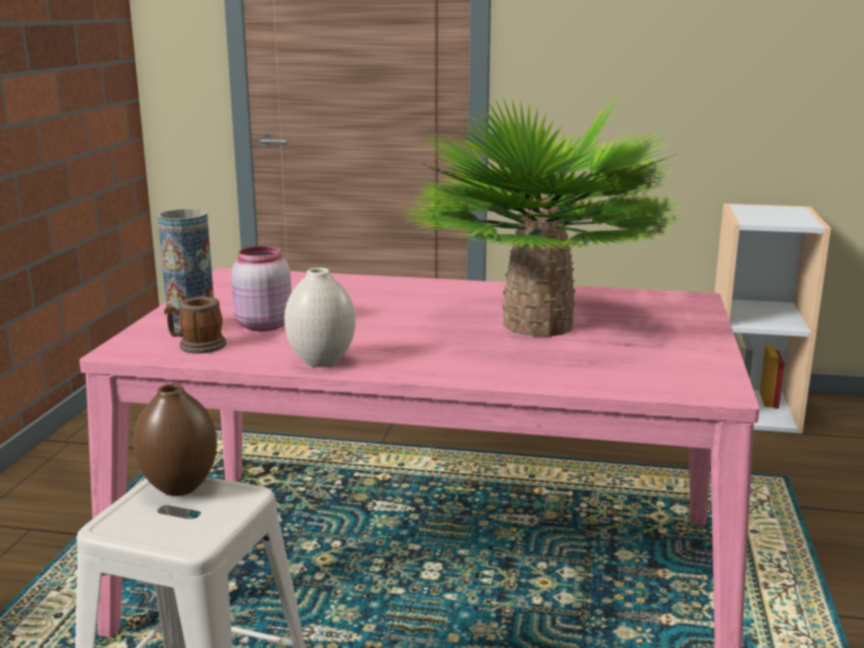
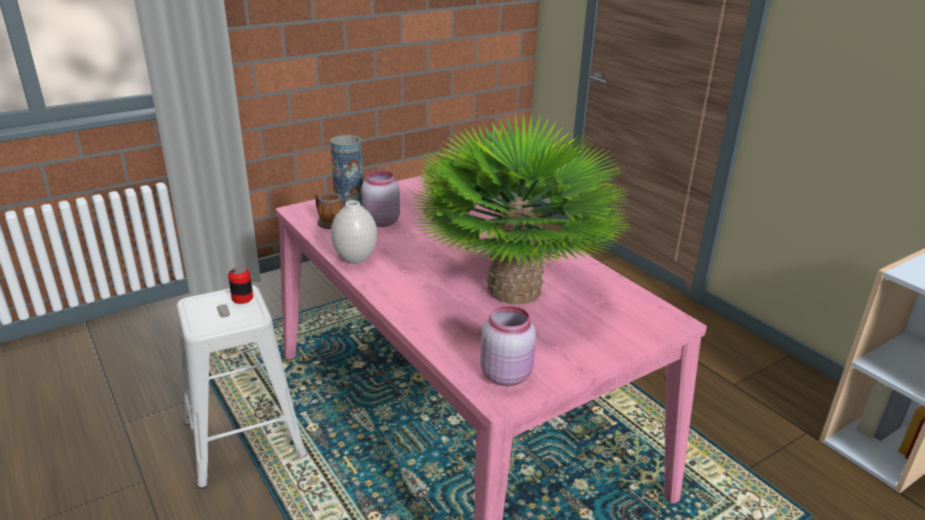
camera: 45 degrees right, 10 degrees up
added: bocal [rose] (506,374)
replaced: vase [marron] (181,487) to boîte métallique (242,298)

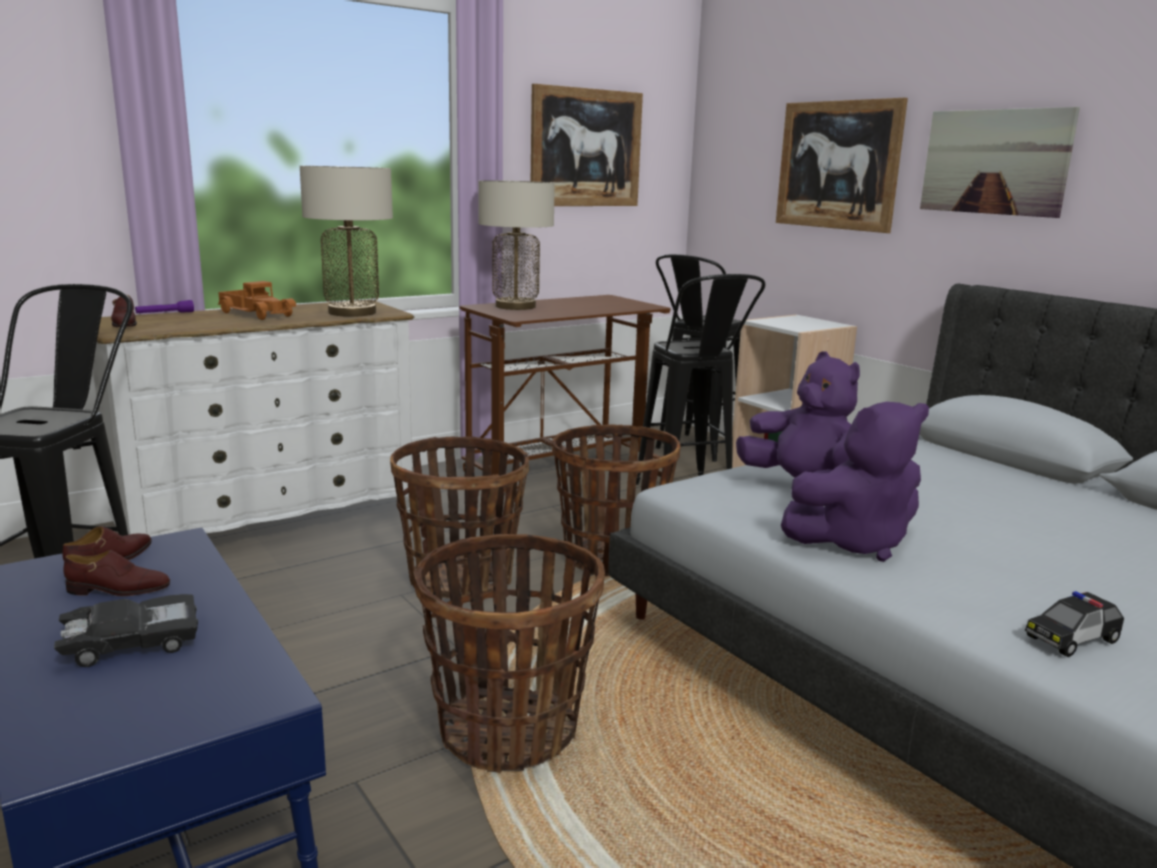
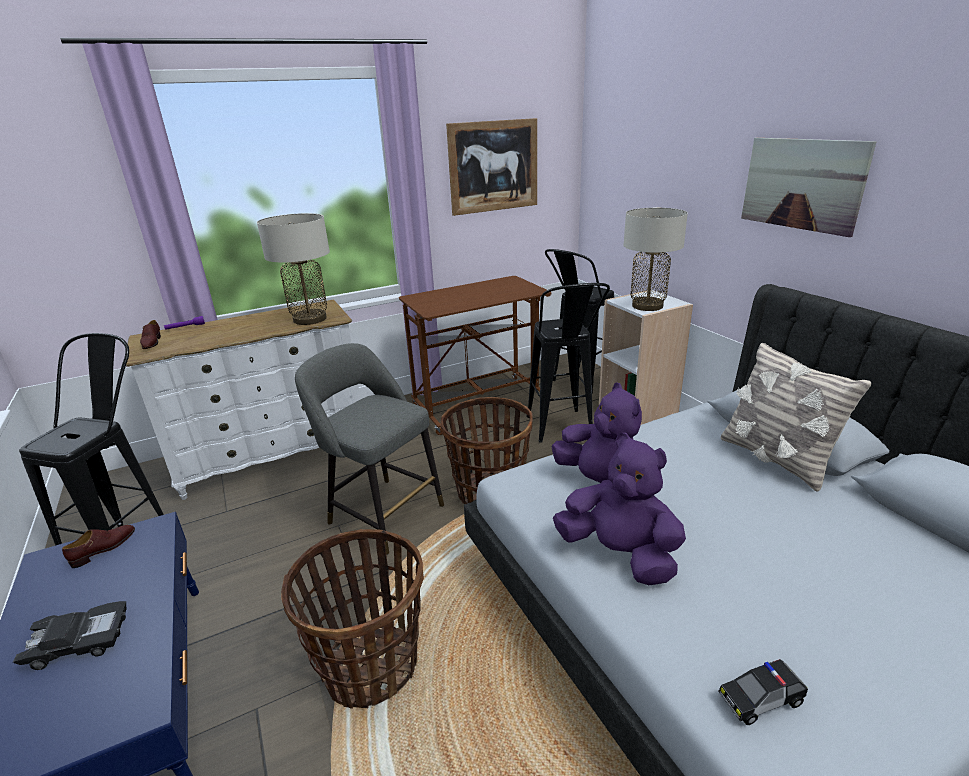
camera: 10 degrees right, 10 degrees up
removed: tableau (838,165); camion jouet (257,314); chaussure [marron] (118,590)
added: coussin [beige] (775,459)
moved: lampe de table (515,306) to (647,306)
replaced: panier (461,580) to tabouret [gris] (381,512)
turned: peluche [violet] (854,542) = (619,554) 135 degrees counterclockwise

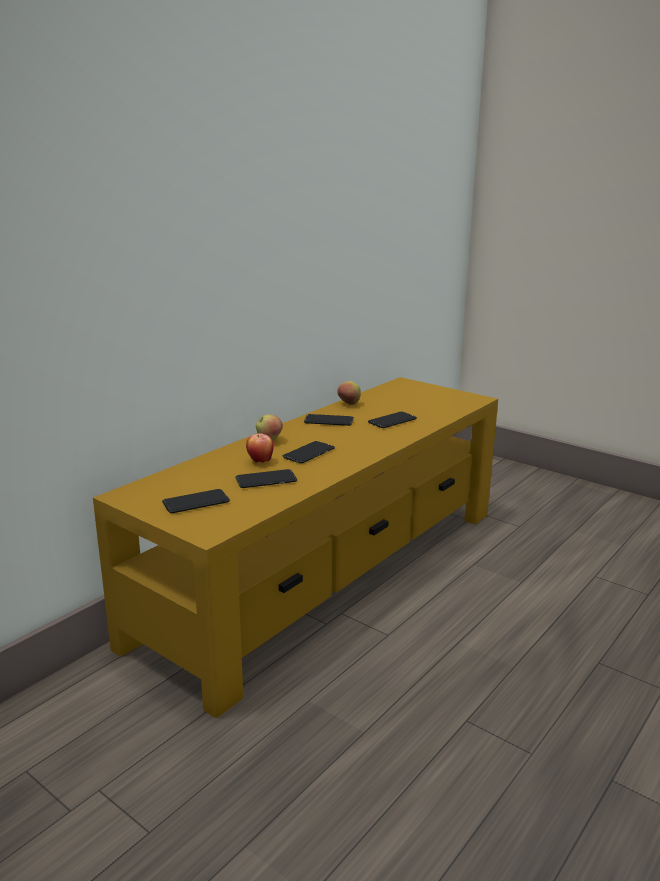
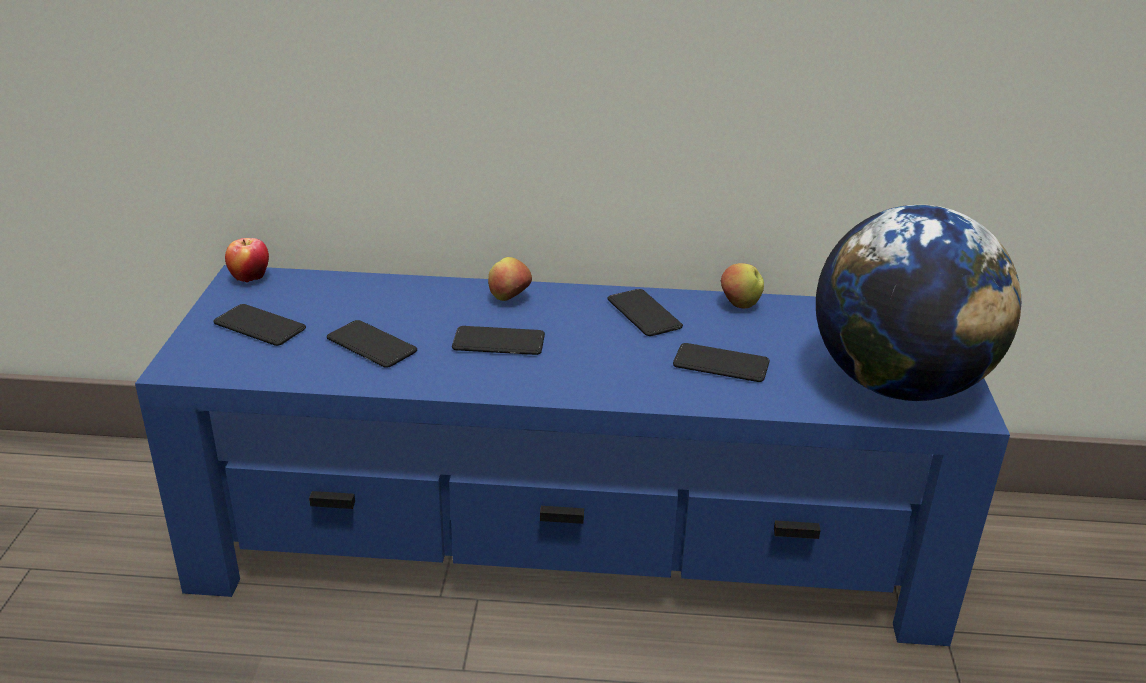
camera: 55 degrees right, 10 degrees up
added: globe (898,384)
moved: pomme (260,461) to (250,279)
recoloured: meuble télé [jaune] (327,571) to meuble télé [bleu] (571,539)

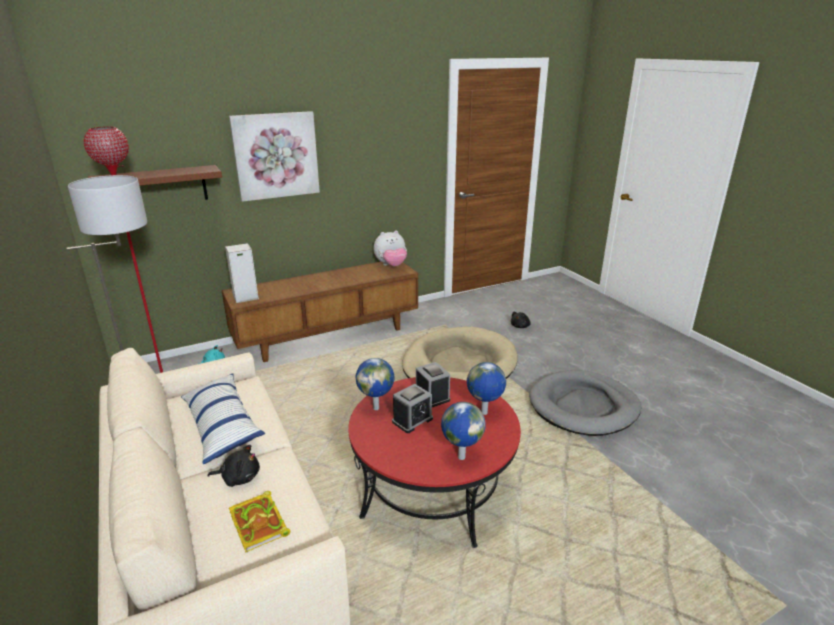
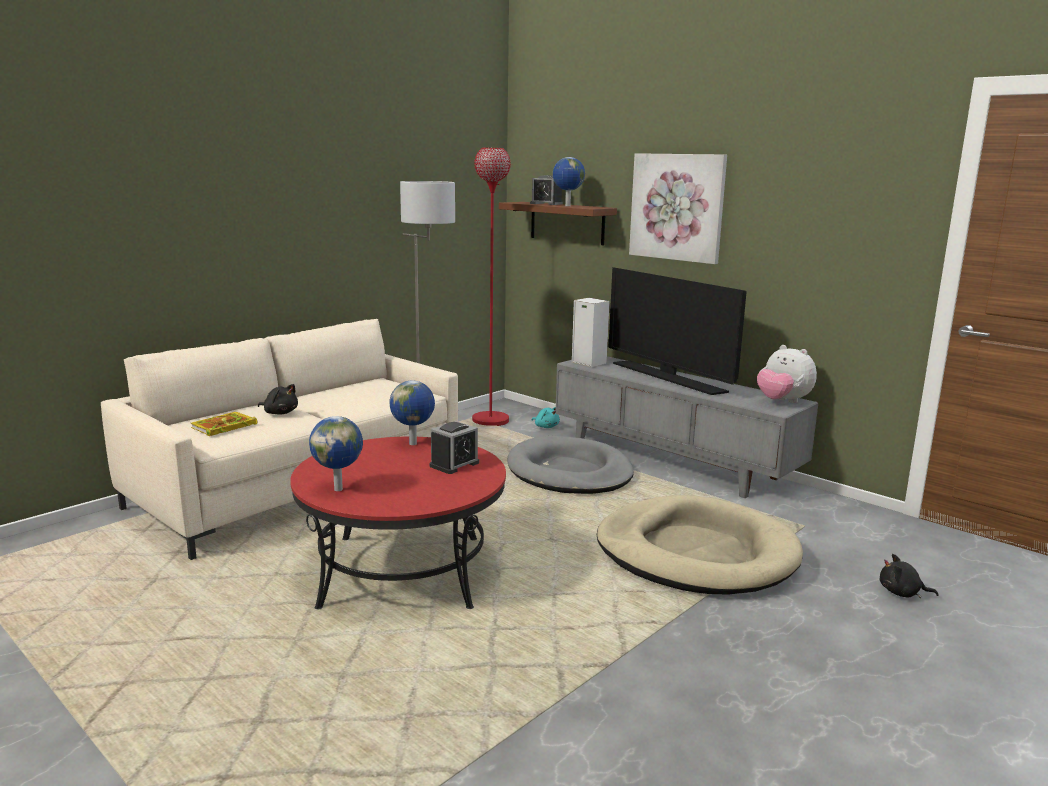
camera: 70 degrees right, 10 degrees down
removed: coussin (222,426)
added: téléviseur (669,378)
moved: globe (484,413) to (567,206); panier pour chien [gris] (583,406) to (569,472); réveil (412,420) to (546,204)
recoloured: meuble télé [marron] (328,334) to meuble télé [gris] (673,460)
turned: peluche [noir] (239,477) = (280,413) 45 degrees counterclockwise

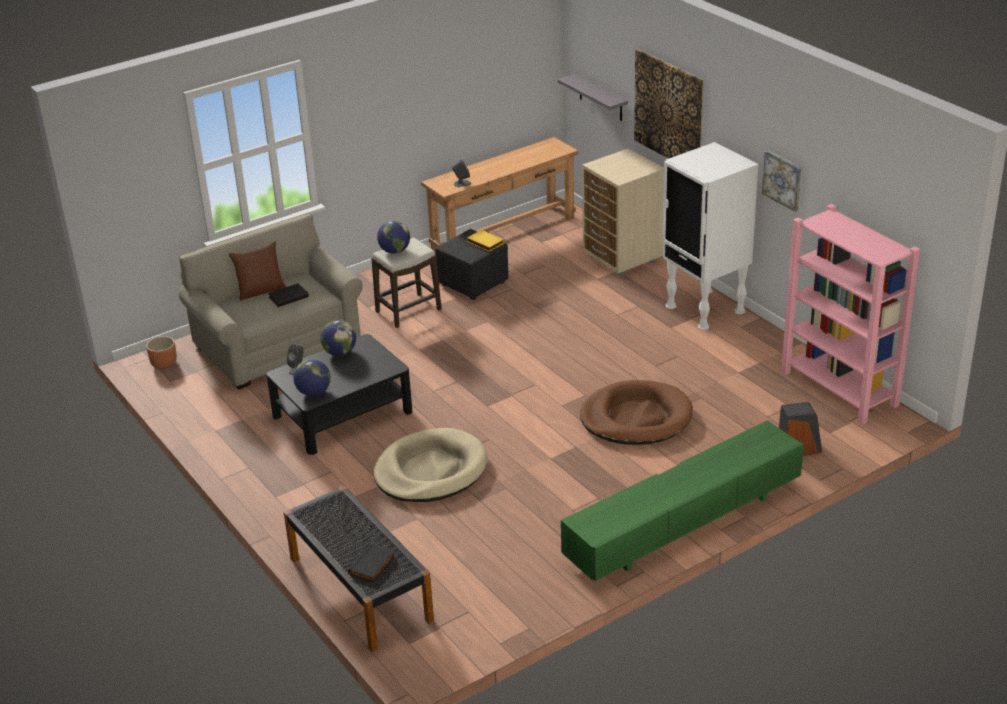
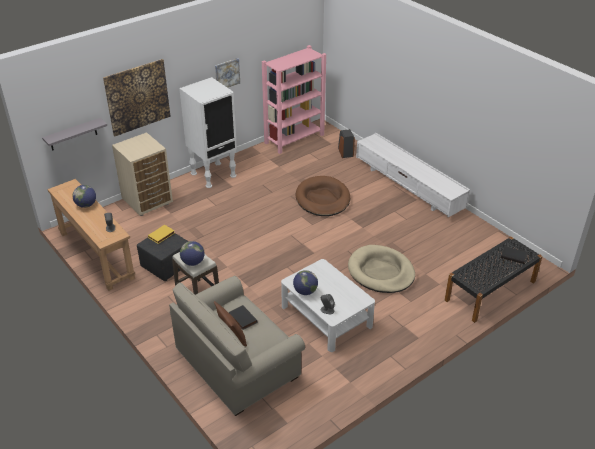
camera: 95 degrees left, 5 degrees up
removed: cache-pot [marron] (164,364)
moved: globe (313,392) to (86,205)
recoloured: table basse [noir] (342,414) to table basse [blanc] (326,316); meuble télé [vert] (684,523) to meuble télé [blanc] (408,185)

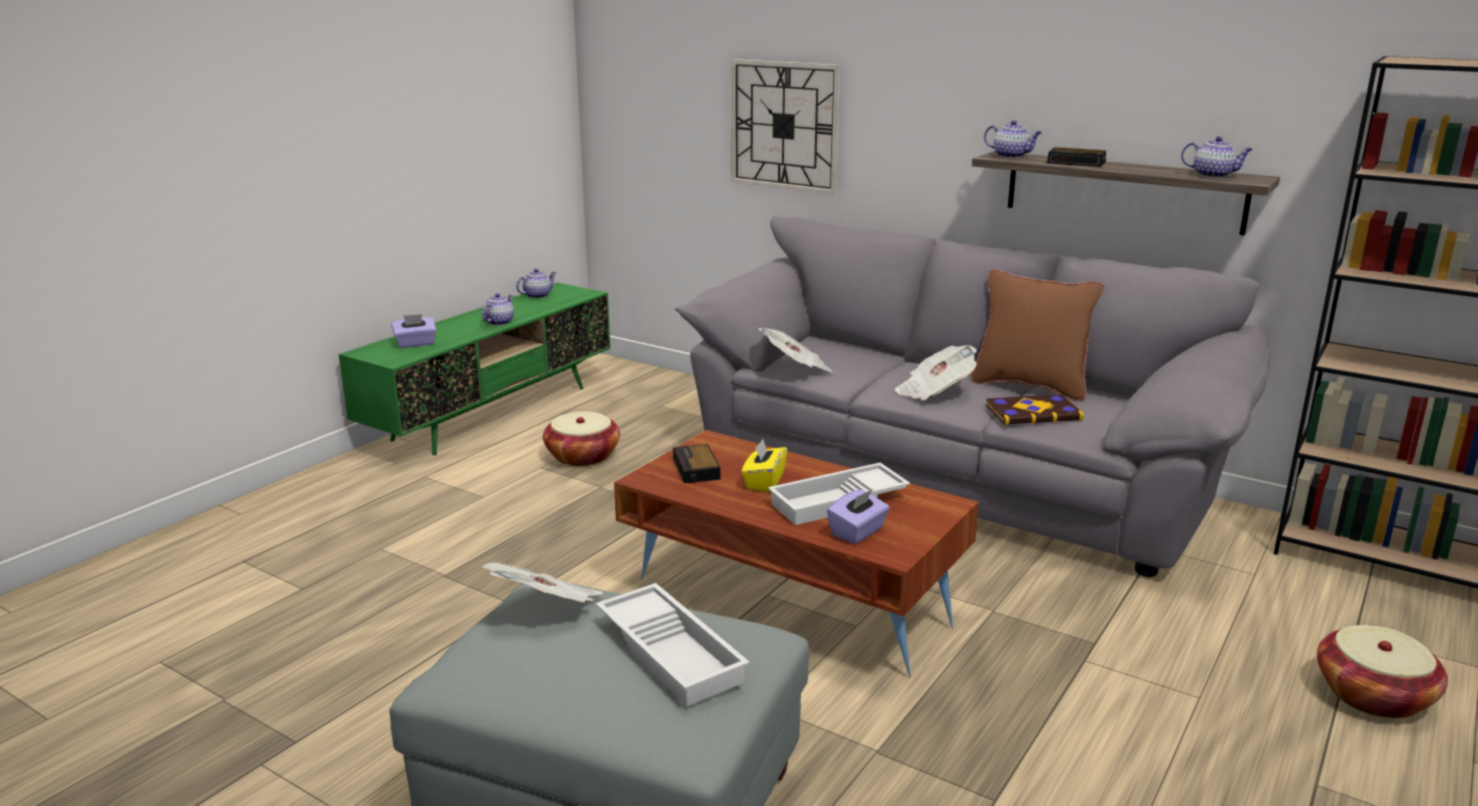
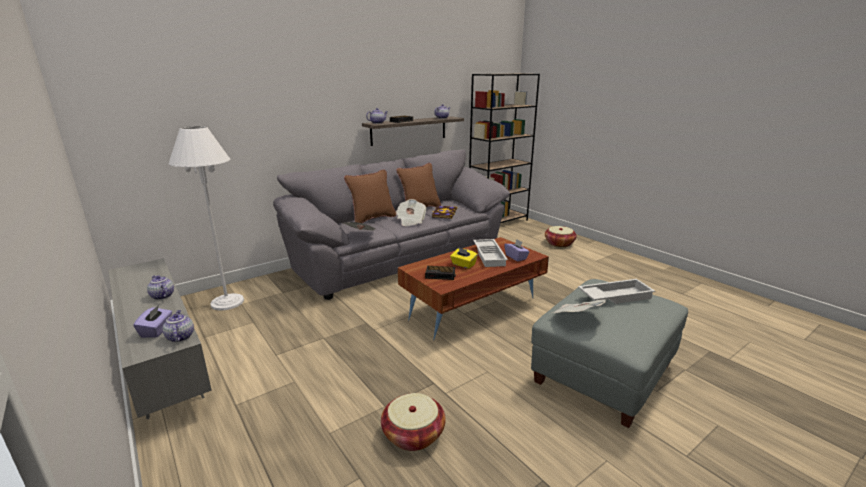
camera: 70 degrees left, 0 degrees up
removed: horloge murale (784,125)
added: lampadaire [blanc] (227,302); coussin [marron] (372,219)
moved: théière (538,295) to (180,337); panier (582,456) to (413,434)
recoloured: meuble télé [vert] (494,413) to meuble télé [gris] (164,363)

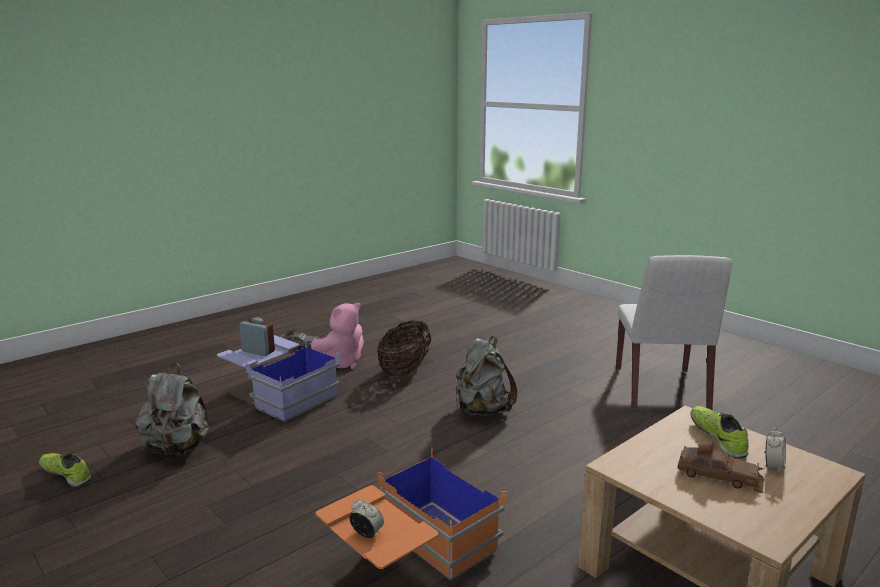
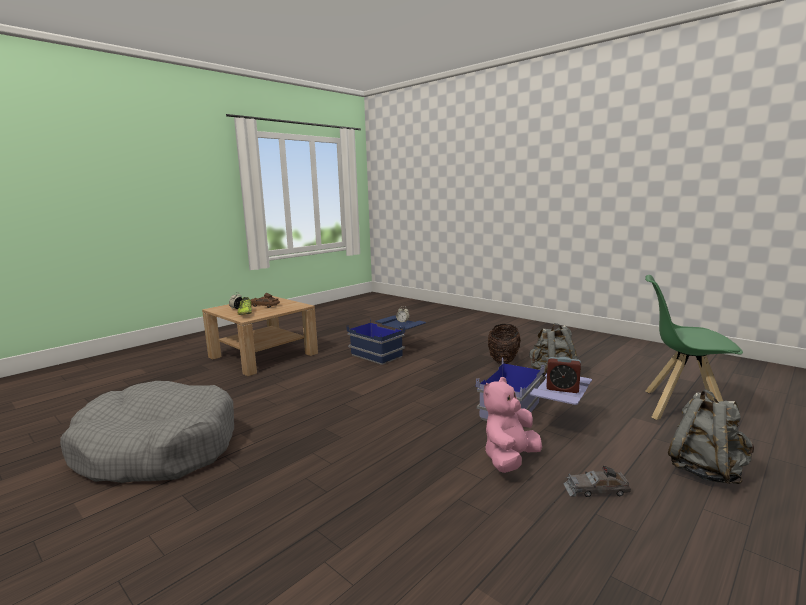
camera: 175 degrees right, 5 degrees down
removed: chaussure (66,474)
added: chaise [vert] (681,408)
moved: panier (405,370) to (503,360); sac à dos [gris] (482,411) to (706,471)
replaced: chaise [blanc] (661,389) to panier pour chien [gris] (157,449)
recoloured: boîte de rangement [orange] (411,558) to boîte de rangement [bleu] (388,351)

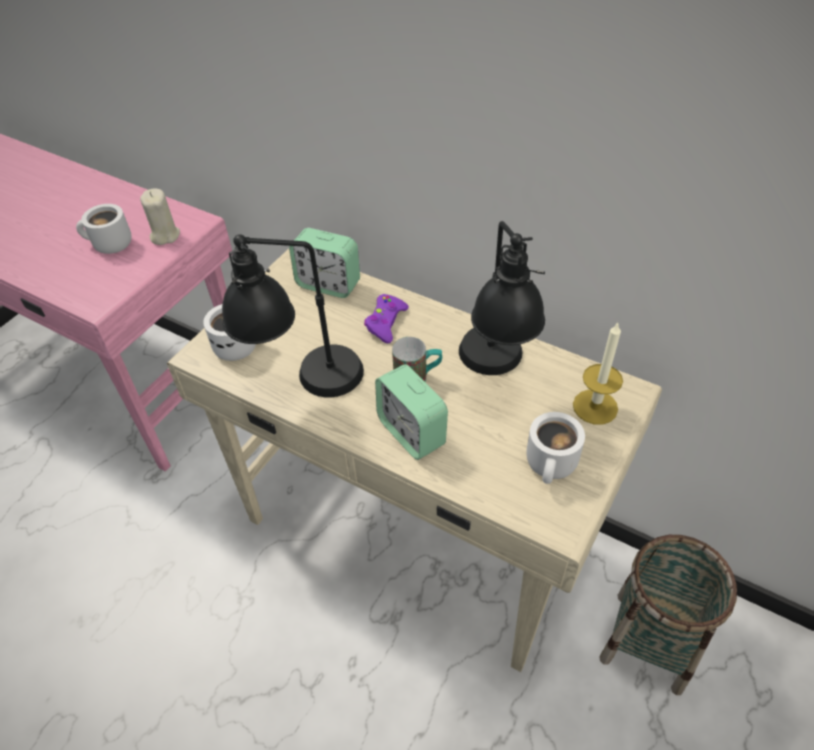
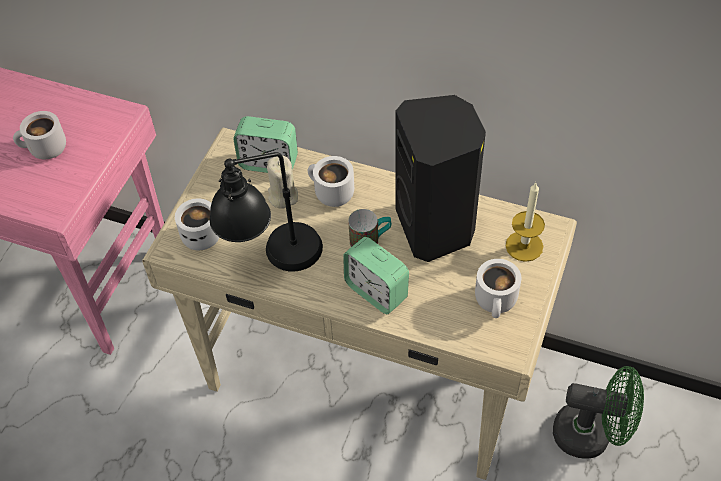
camera: 10 degrees left, 5 degrees up
moved: bougie [beige] (165,235) to (283,196)
replaced: lampe de table [noir] (496,372) to enceinte [noir] (437,227); manette [violet] (385,323) to mug [blanc] (330,194); panier (648,641) to ventilateur [vert] (591,434)

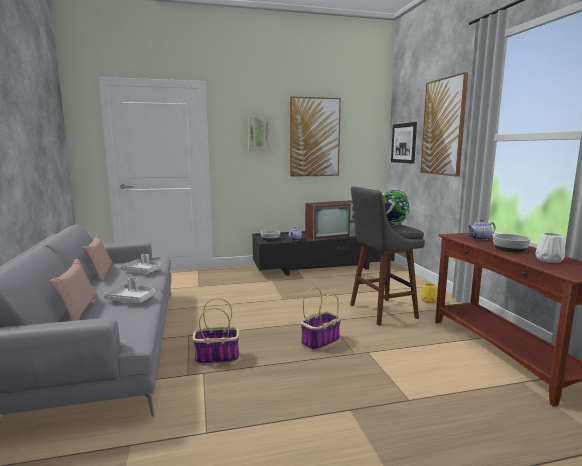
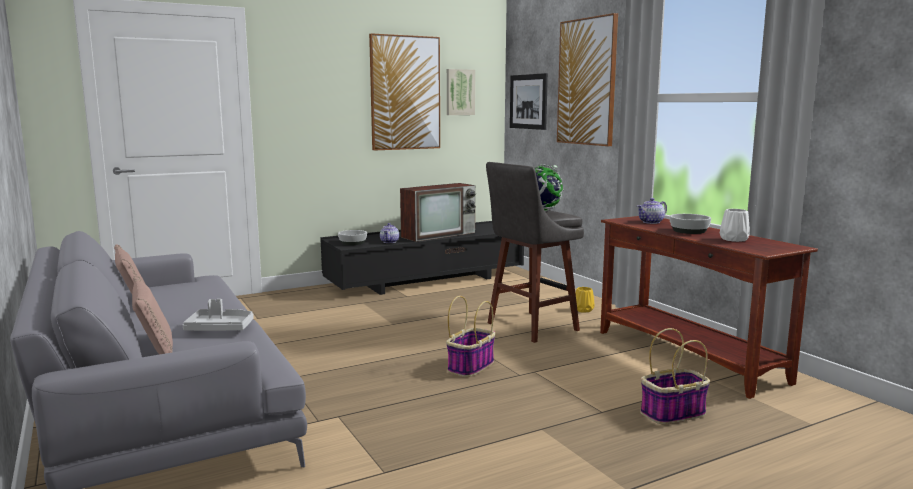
camera: 15 degrees left, 0 degrees up
removed: plateau [gris] (143,271)
moved: tableau (259,134) to (459,92); panier (216,358) to (672,414)

